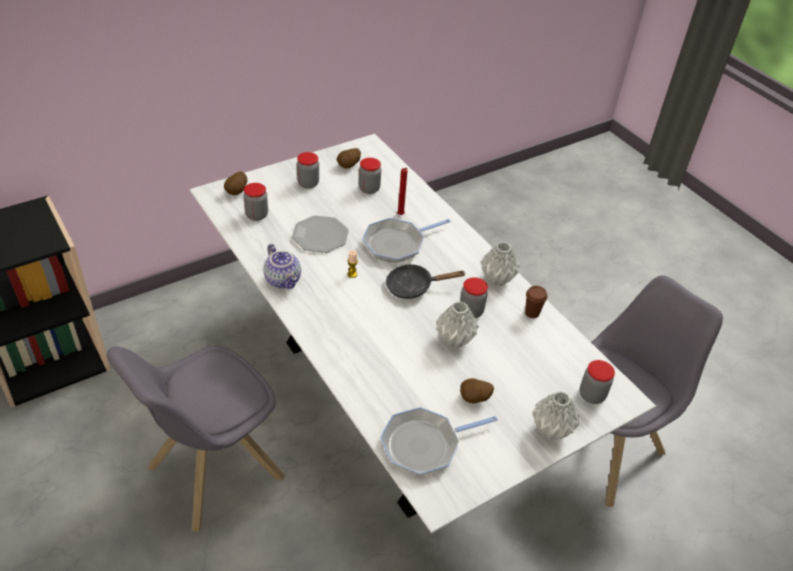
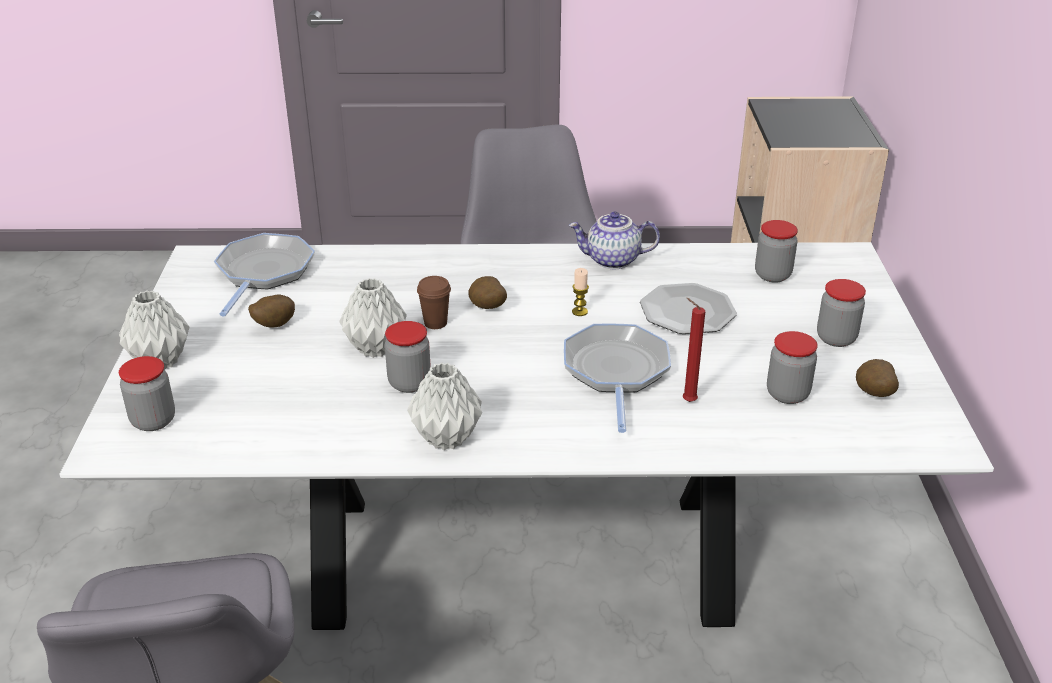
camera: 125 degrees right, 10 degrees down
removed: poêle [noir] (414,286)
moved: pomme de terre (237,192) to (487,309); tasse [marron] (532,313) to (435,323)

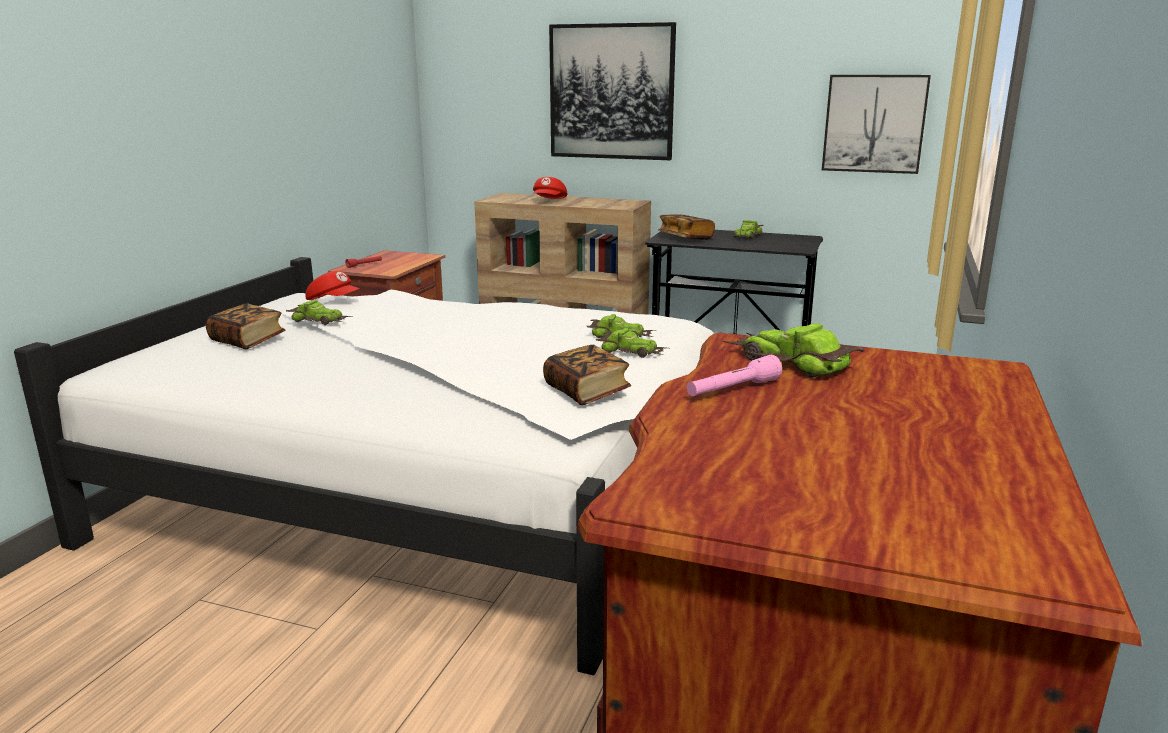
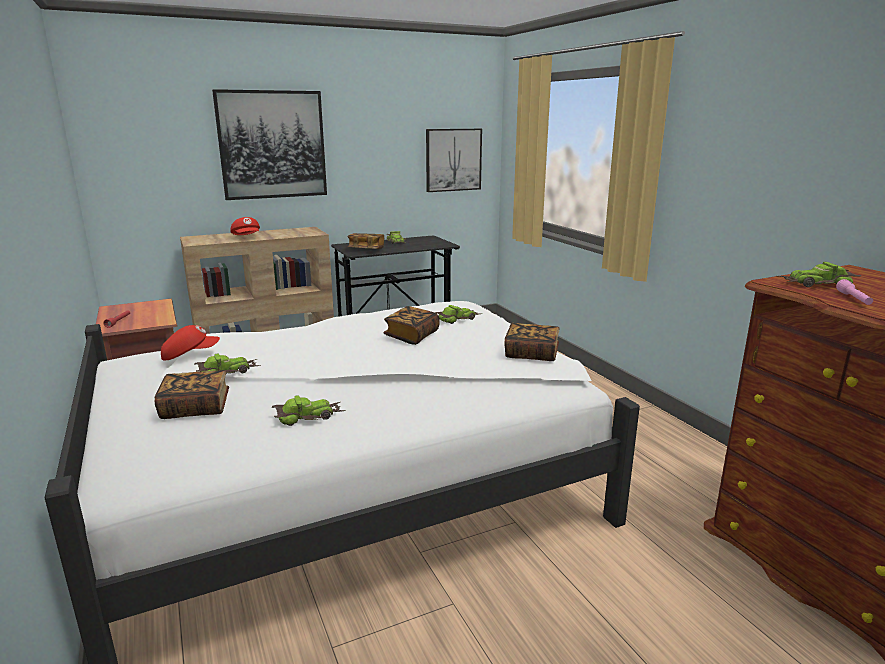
camera: 45 degrees left, 0 degrees up
added: livre (412,336)
moved: petite voiture (631,351) to (308,416)

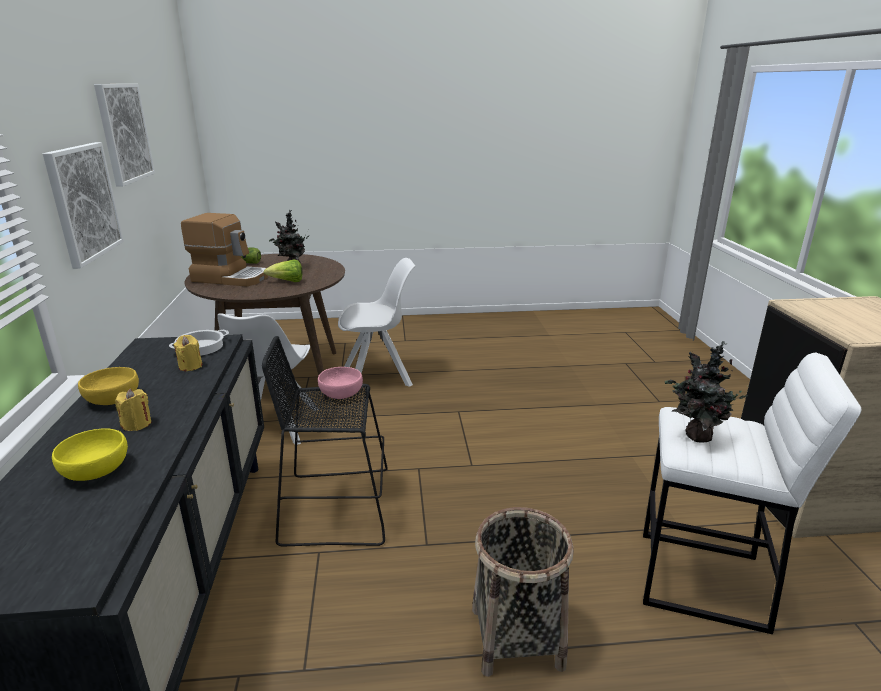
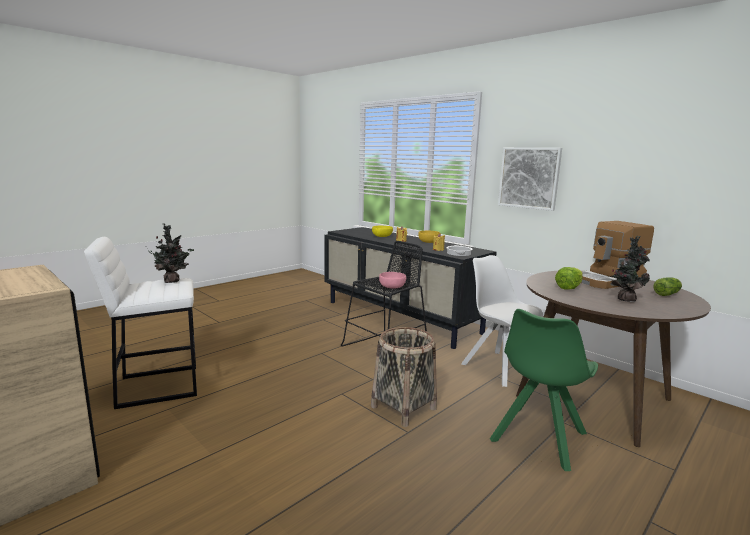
camera: 140 degrees right, 10 degrees down
removed: tableau (124,133)
moved: panier (516,637) to (403,407)
recoloured: chaise [blanc] (378,376) to chaise [vert] (537,437)

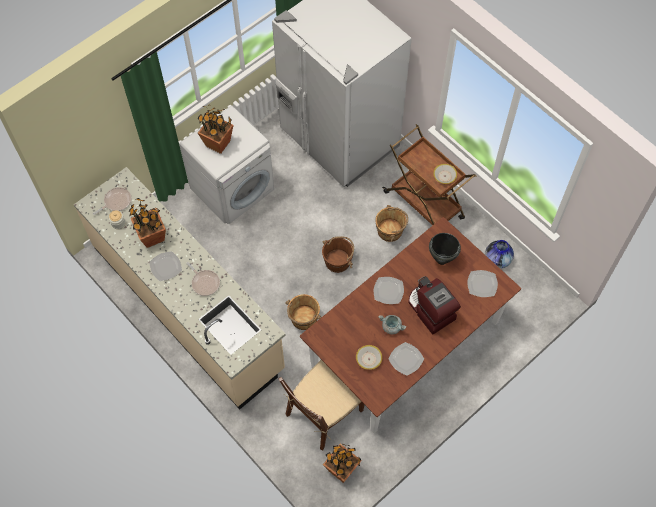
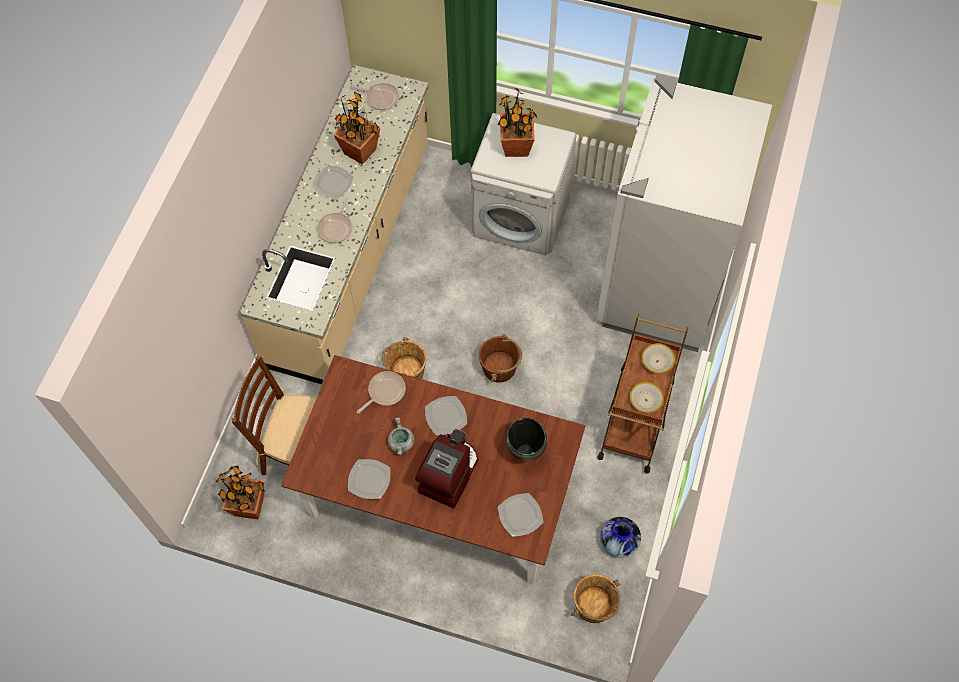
camera: 60 degrees right, 0 degrees up
added: poêle (385,392)
moved: seau [marron] (390,231) to (594,606); bol (369,359) to (657,361)

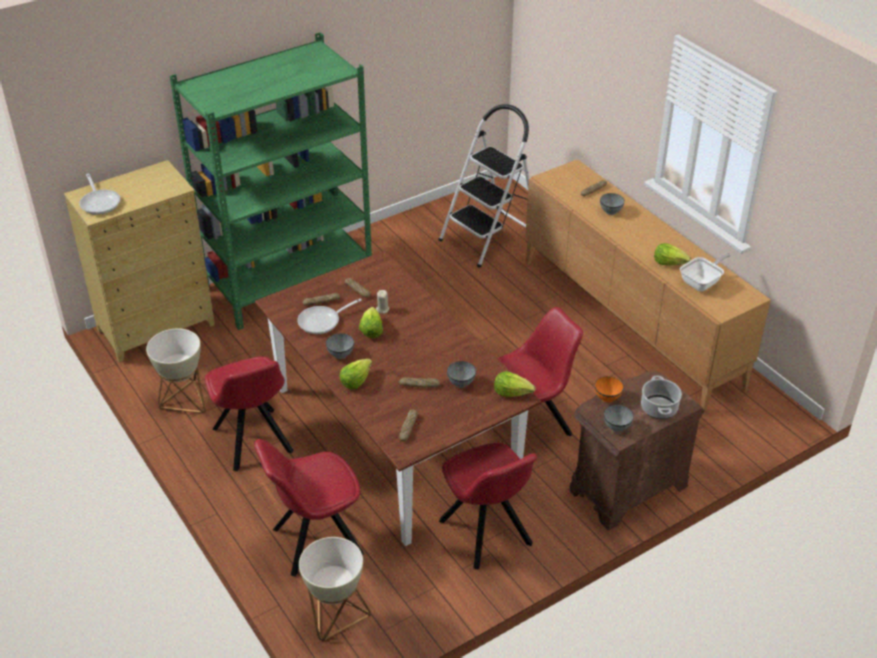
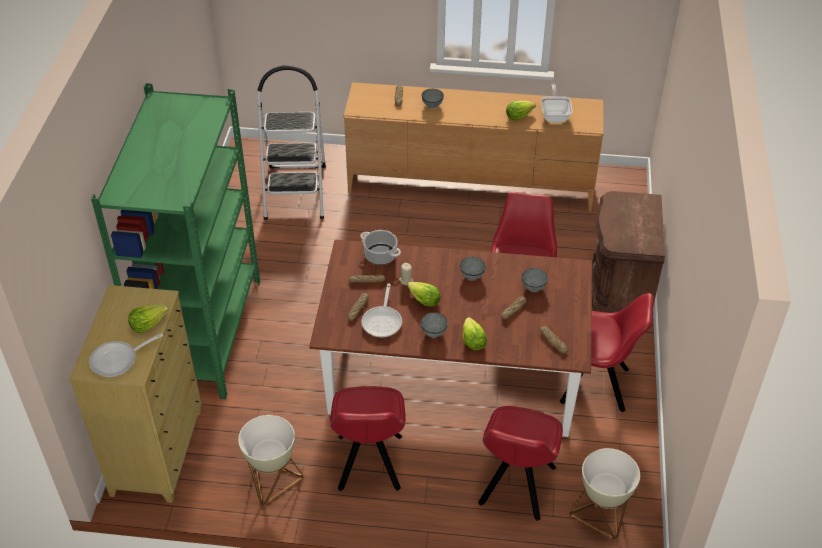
camera: 50 degrees left, 5 degrees up
removed: bol [orange] (607,397)
moved: laitue (512,392) to (148,323); marmite (658,408) to (380,255); bol [gris] (616,427) to (472,276)
turned: poêle (100,202) = (118,360) 135 degrees clockwise; chaise [rouge] (253,440) = (369,463) 75 degrees clockwise

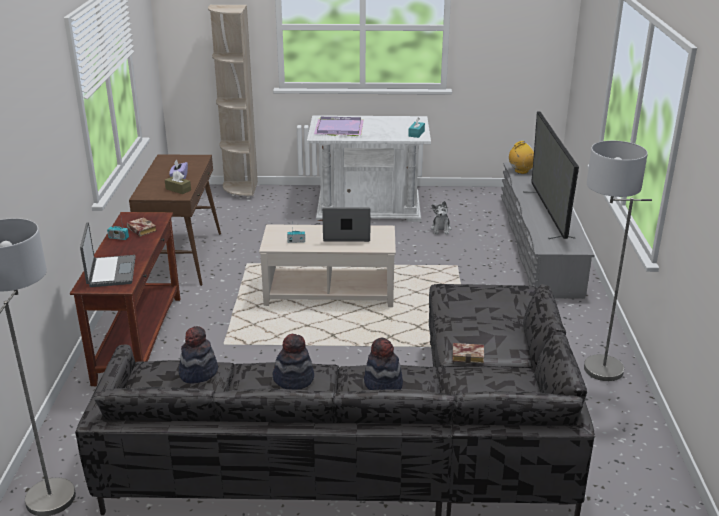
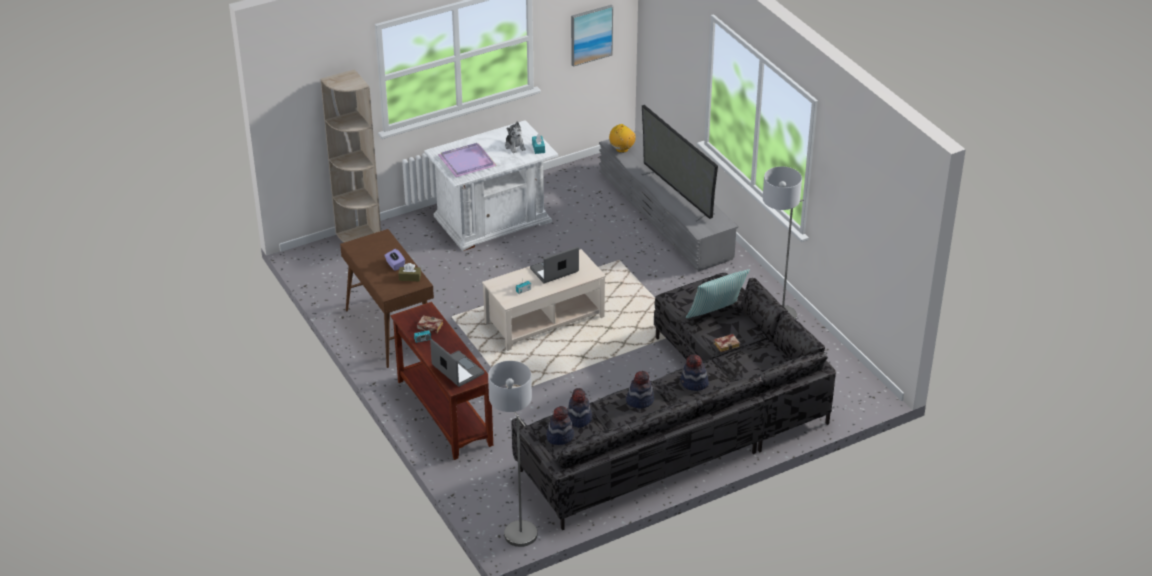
camera: 30 degrees left, 10 degrees up
added: tableau (591,34); coussin (716,315); chapeau (559,436)
moved: peluche (441,229) to (515,146)

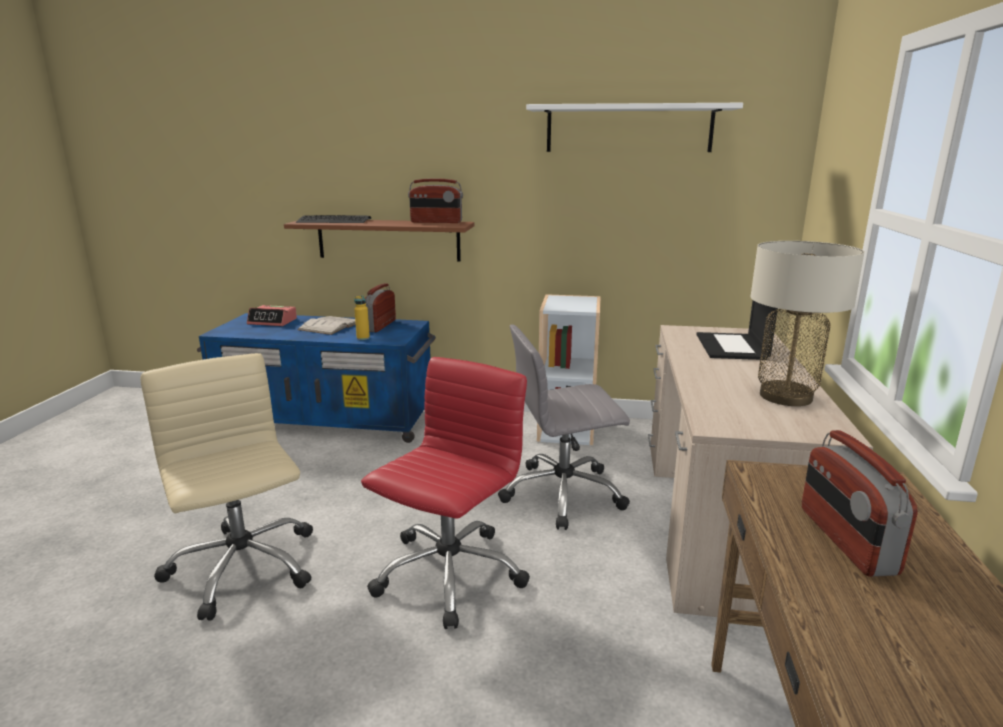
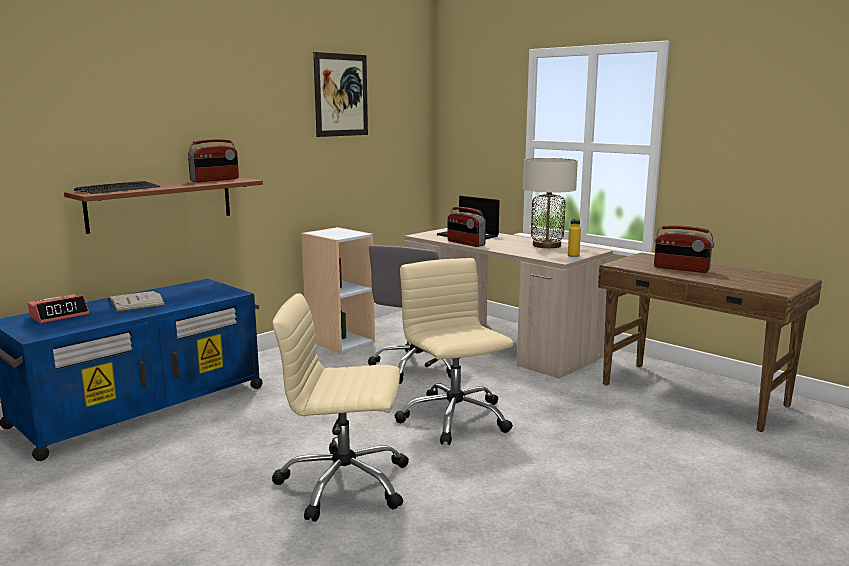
camera: 55 degrees left, 5 degrees down
moved: radio (379,326) to (465,243); bouteille [jaune] (363,338) to (573,255)
replaced: étagère [blanc] (628,129) to tableau (341,95)
recoloured: chaise de bureau [rouge] (449,573) to chaise de bureau [beige] (454,418)

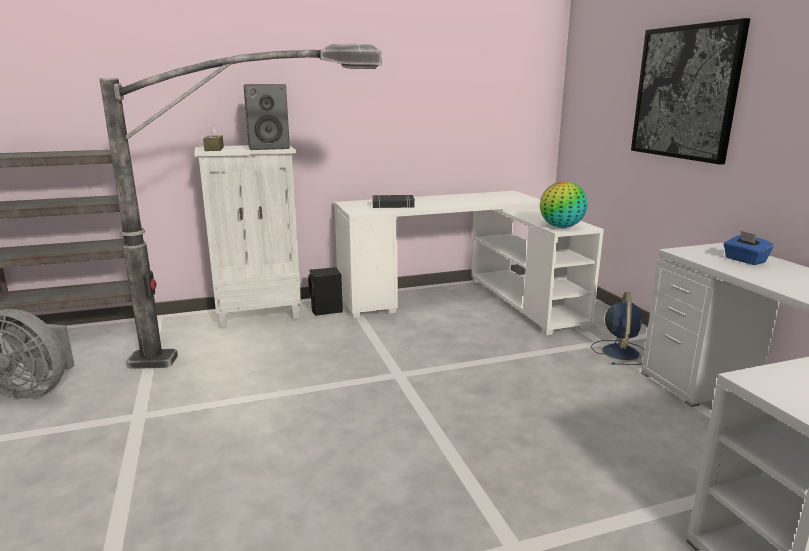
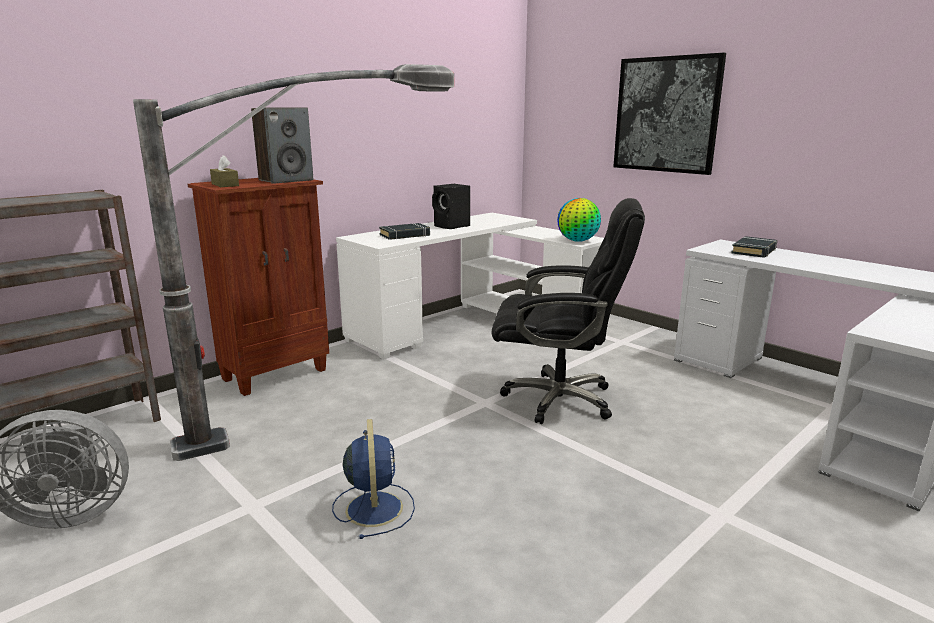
camera: 25 degrees left, 0 degrees up
added: chaise de bureau [noir] (556,399)
moved: enceinte [noir] (326,310) to (452,226); ventilateur [bleu] (620,352) to (374,507)
replaced: boîte à mouchoirs [bleu] (744,260) to livre [noir] (754,251)
recoloured: meuble de rangement [blanc] (258,316) to meuble de rangement [marron] (276,375)

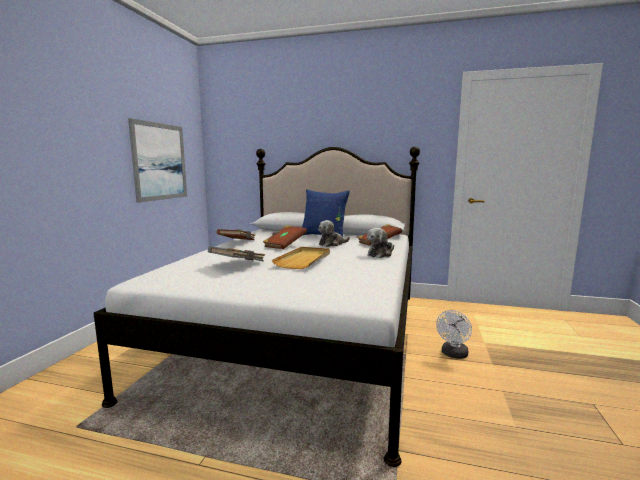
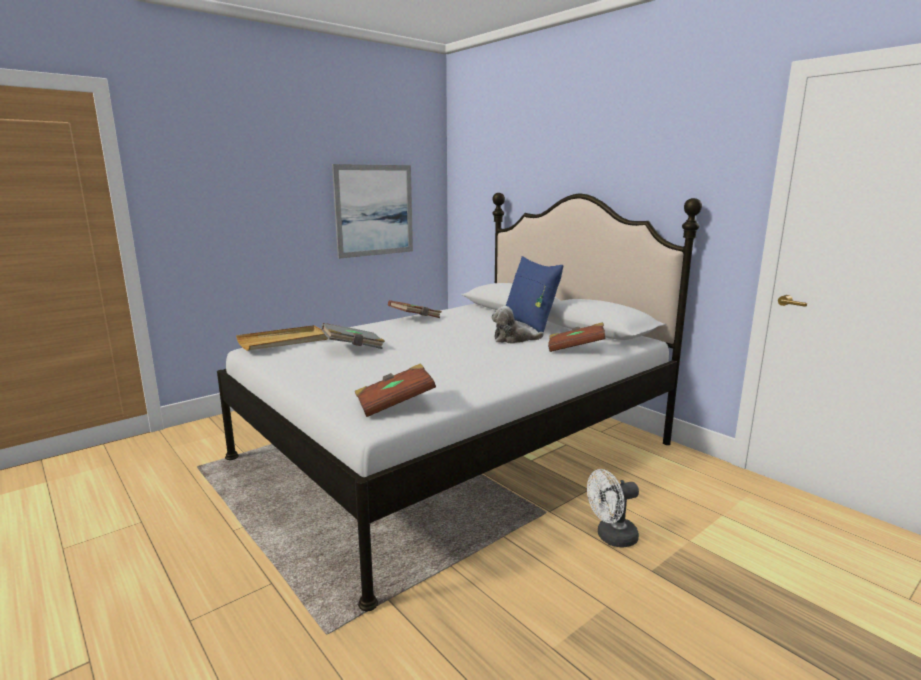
camera: 35 degrees right, 5 degrees up
removed: peluche (380,254)
moved: livre [marron] (284,245) to (394,404); plateau [beige] (304,260) to (284,341)

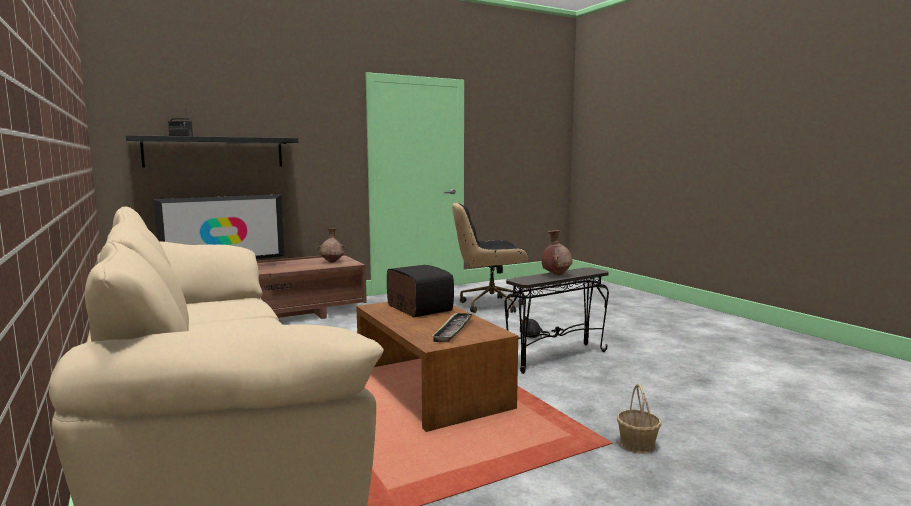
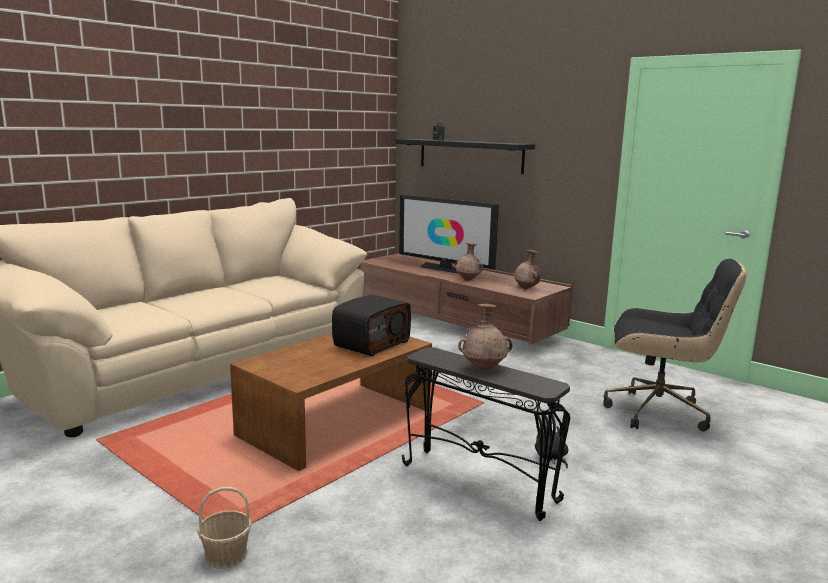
camera: 70 degrees right, 5 degrees up
removed: plateau (453,330)
added: vase [marron] (468,280)
turned: chaise de bureau [noir] (489,305) = (660,413) 135 degrees clockwise

